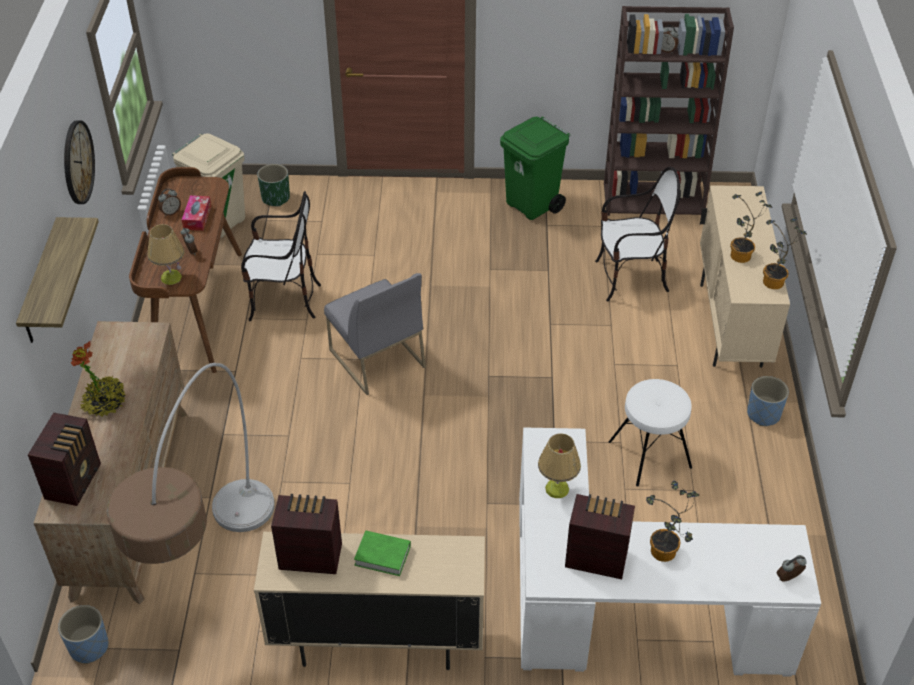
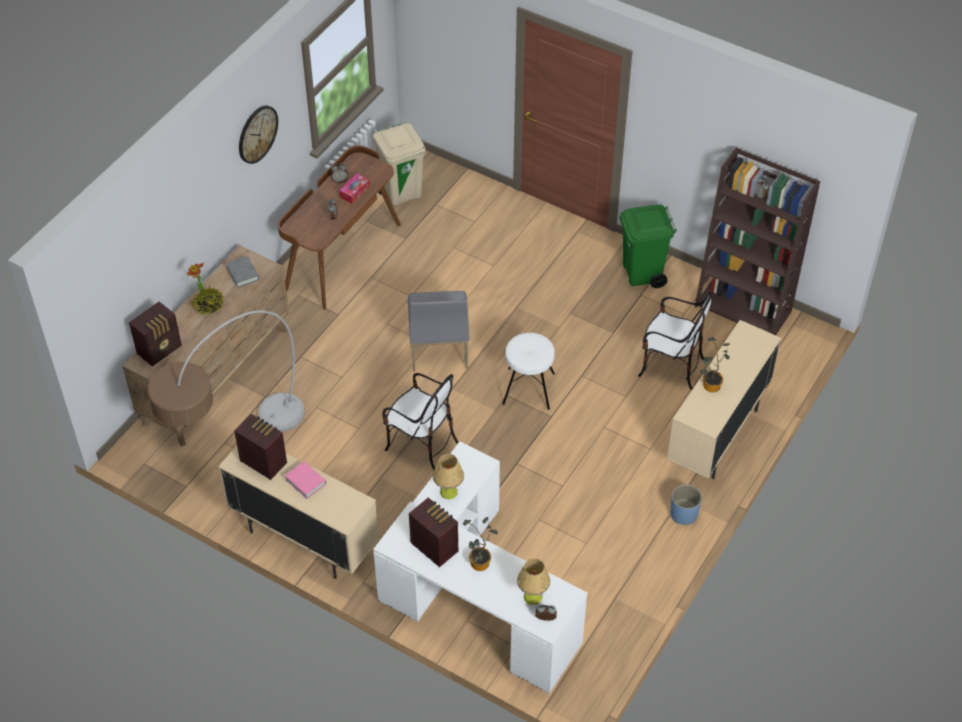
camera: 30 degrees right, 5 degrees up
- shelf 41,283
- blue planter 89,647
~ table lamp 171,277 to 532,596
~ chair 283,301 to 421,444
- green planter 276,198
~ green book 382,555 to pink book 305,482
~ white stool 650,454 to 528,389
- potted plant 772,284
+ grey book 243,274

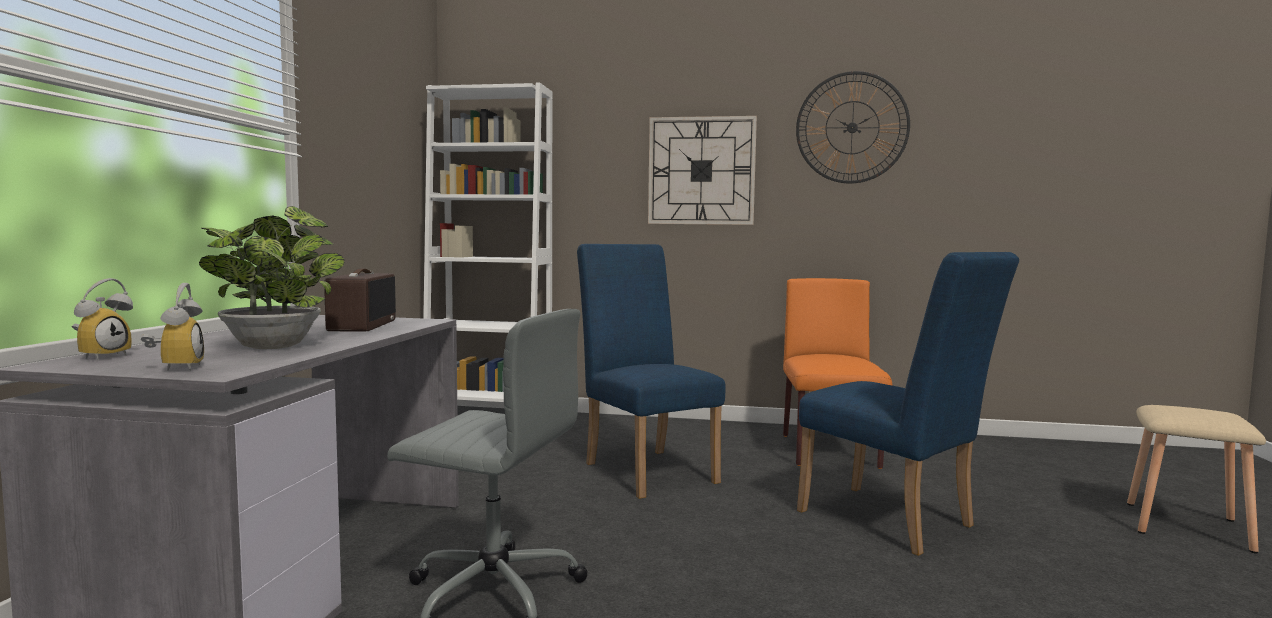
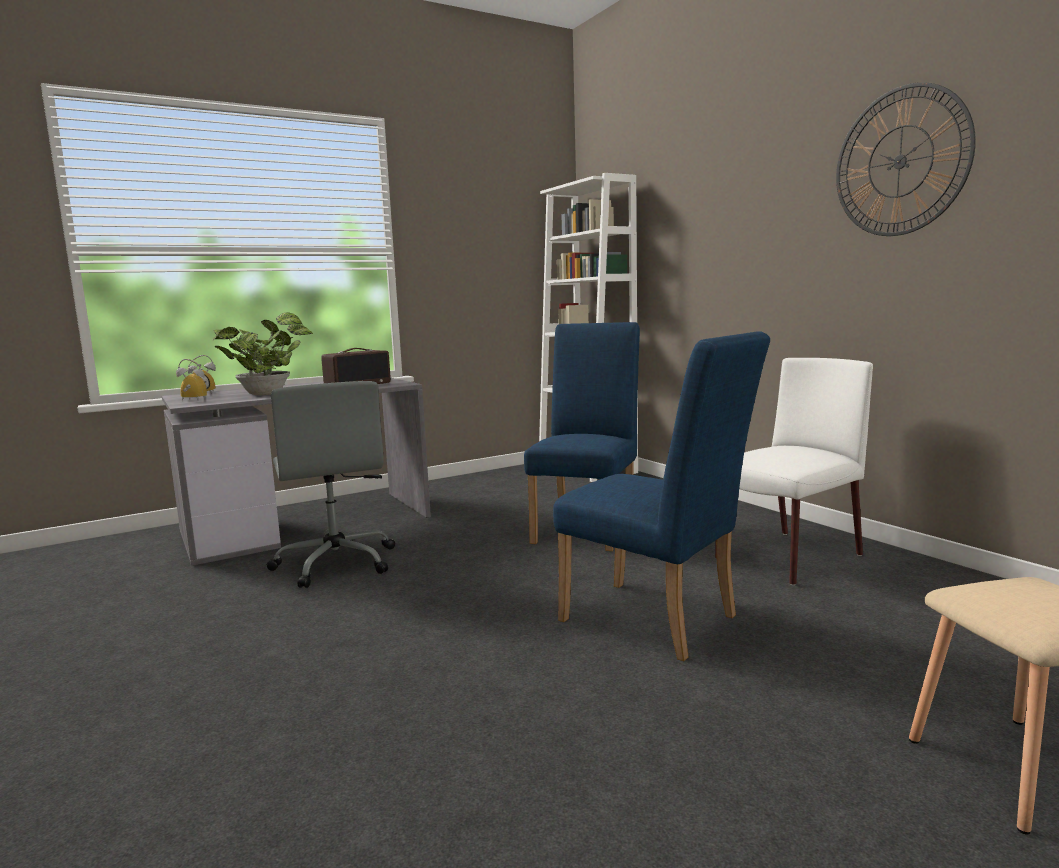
camera: 50 degrees right, 5 degrees up
~ alarm clock 175,367 = 191,400 120 degrees counterclockwise
- wall clock 701,171
~ orange chair 830,452 to white chair 787,557
~ blue chair 895,522 = 659,622 60 degrees counterclockwise

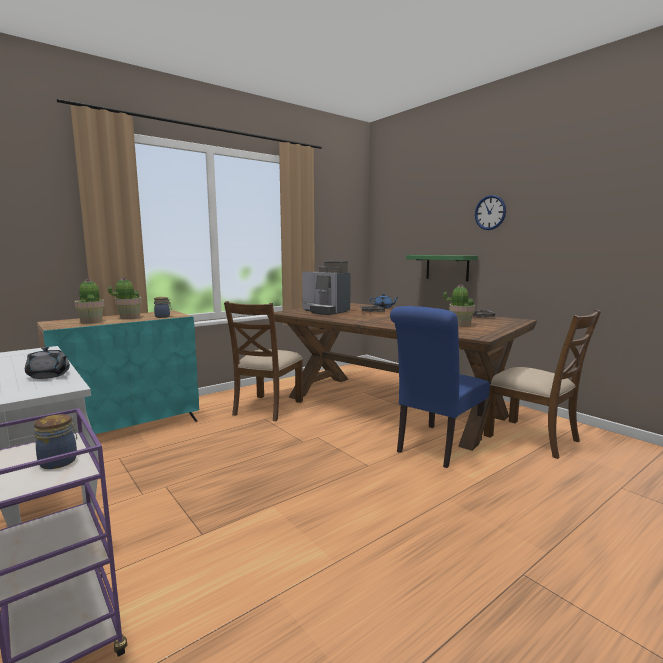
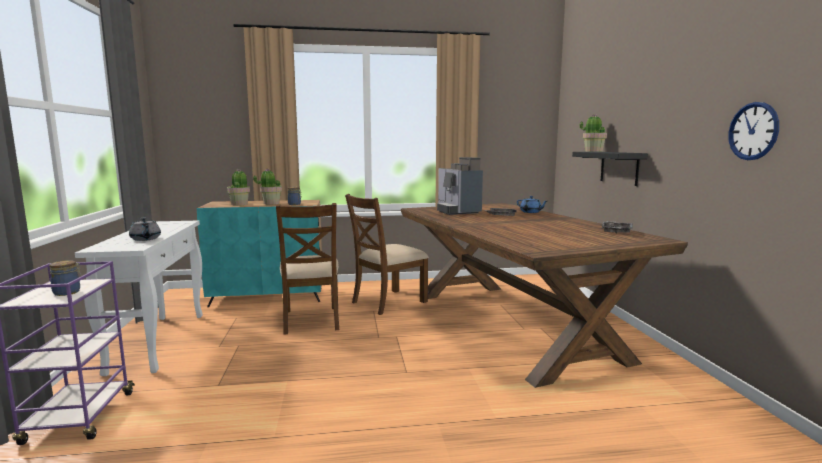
camera: 30 degrees right, 0 degrees up
- blue chair 436,447
~ green shelf 447,267 to black shelf 619,167
~ potted plant 460,324 to 593,151
~ wall clock 490,212 to 753,131
~ brown chair 532,438 to 311,320

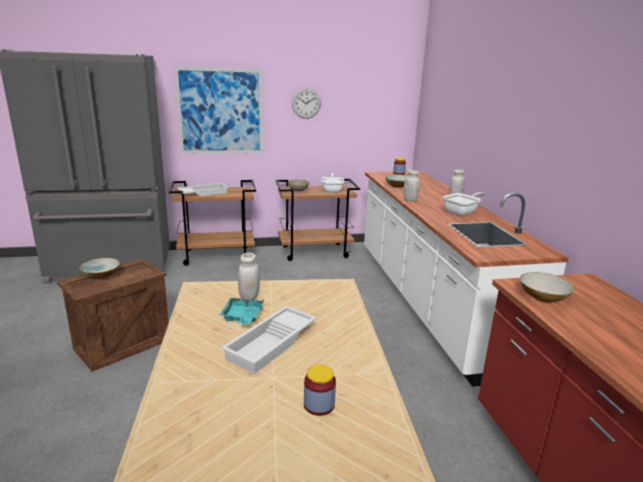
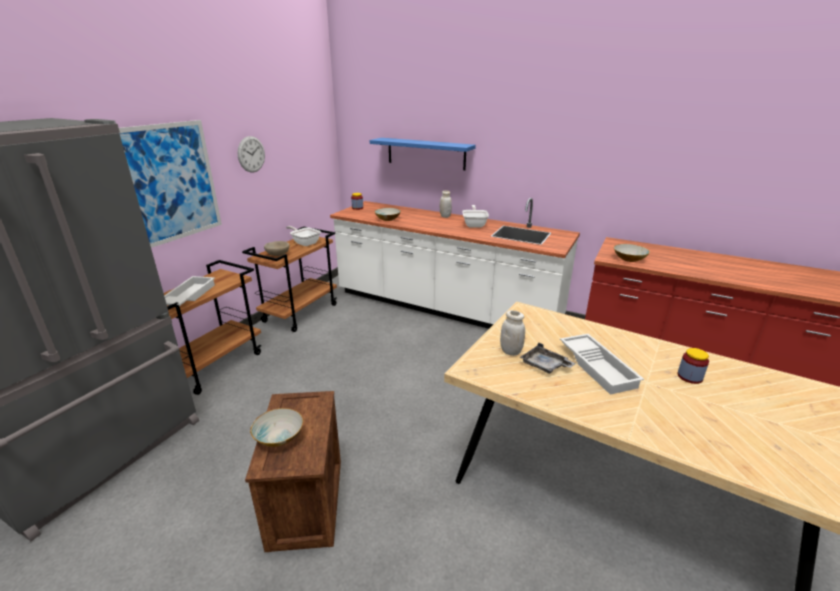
camera: 50 degrees left, 5 degrees up
~ turquoise tray 242,317 to grey tray 545,365
- white jar 410,200
+ blue shelf 426,153

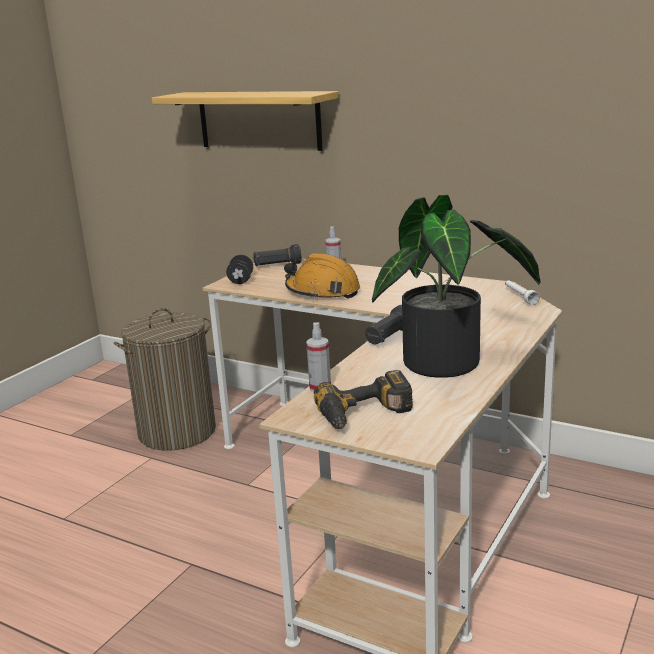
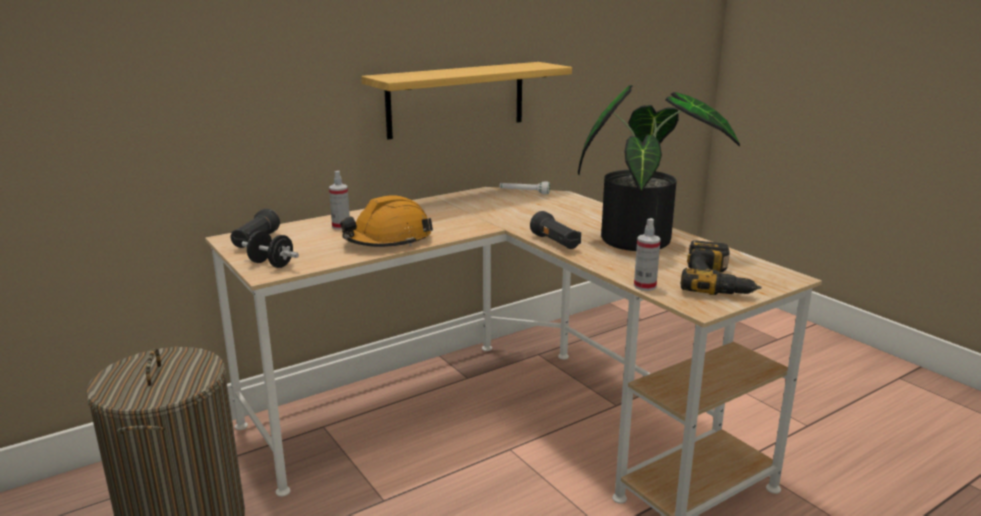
camera: 65 degrees left, 0 degrees up
~ shelf 259,120 to 456,99

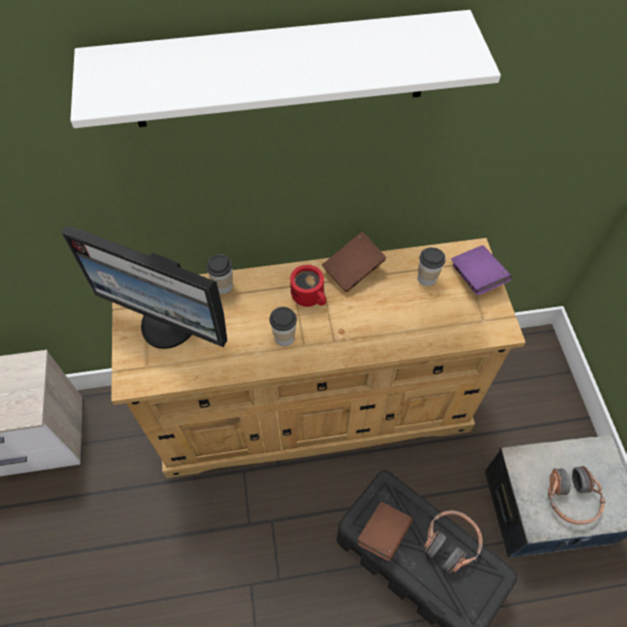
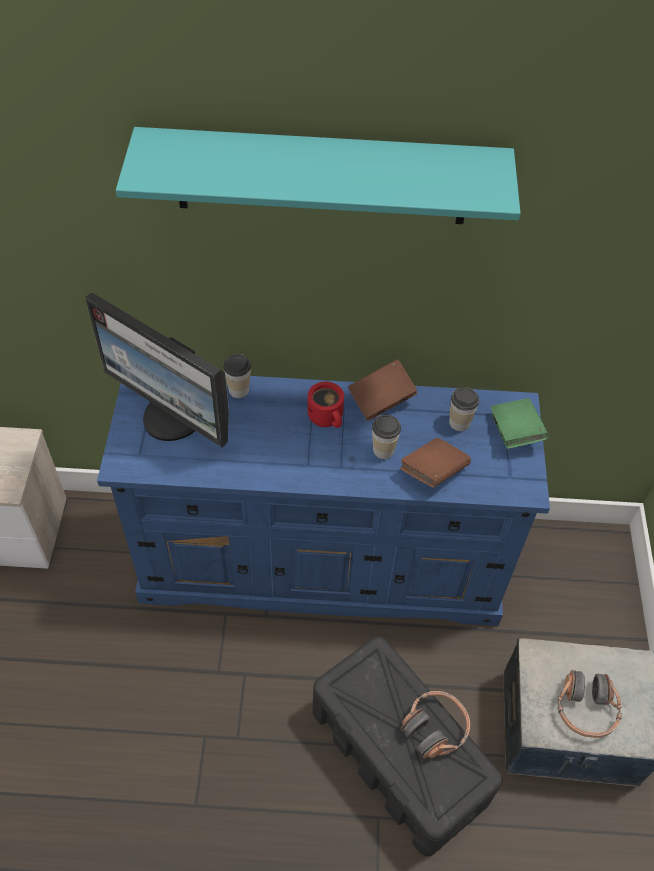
camera: 10 degrees right, 5 degrees down
~ white shelf 279,71 to turquoise shelf 322,177
~ beige dresser 315,407 to blue dresser 323,562
~ cup 284,337 to 383,450
~ brown book 383,534 to 433,472
~ purple book 477,278 to green book 515,432

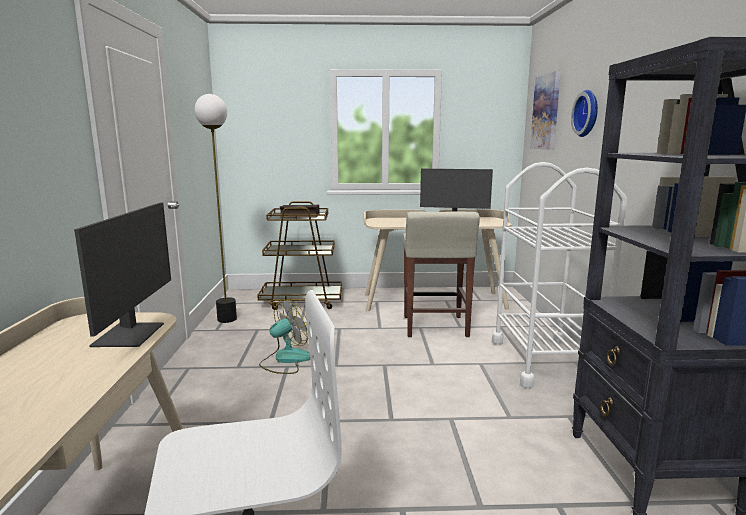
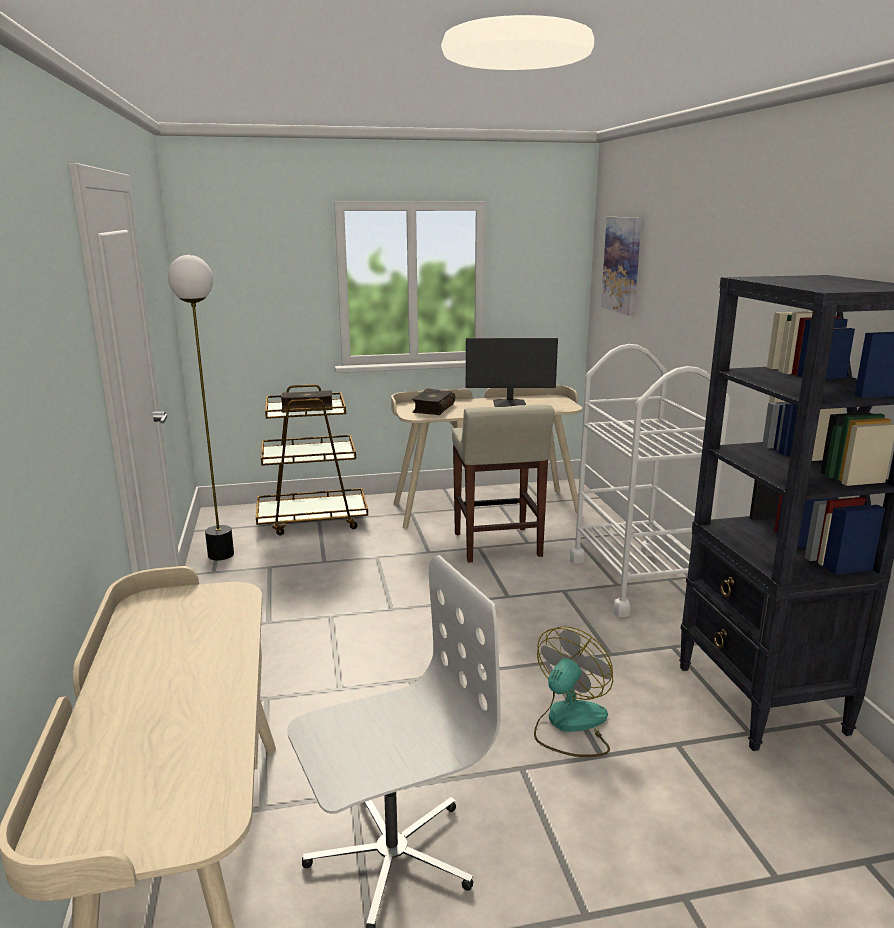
camera: 10 degrees left, 5 degrees up
- monitor 131,334
~ fan 285,360 to 569,725
- wall clock 588,113
+ book 432,408

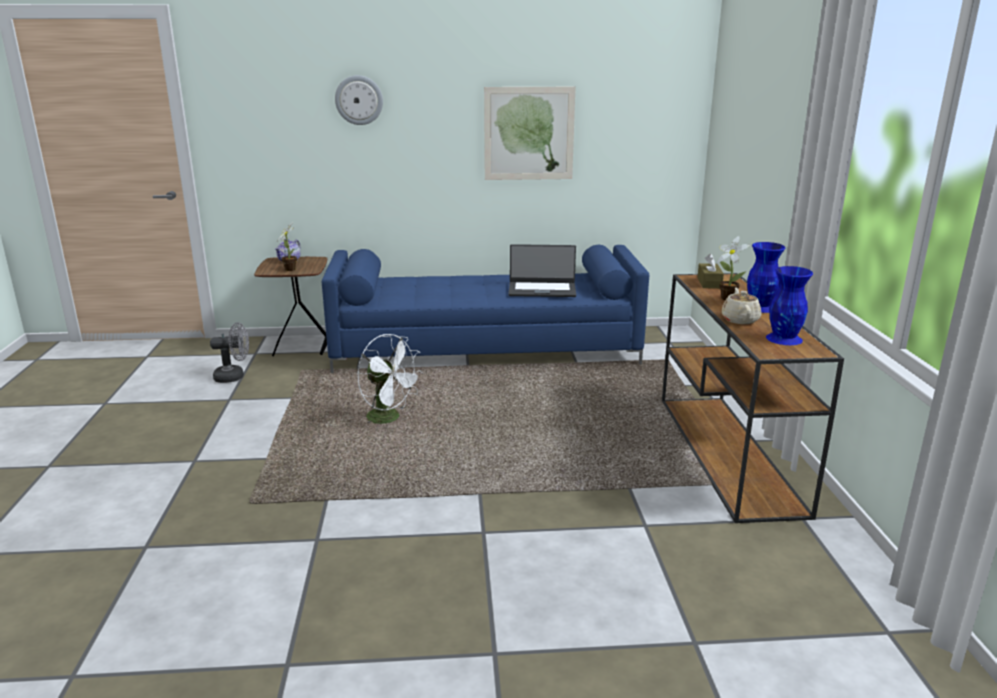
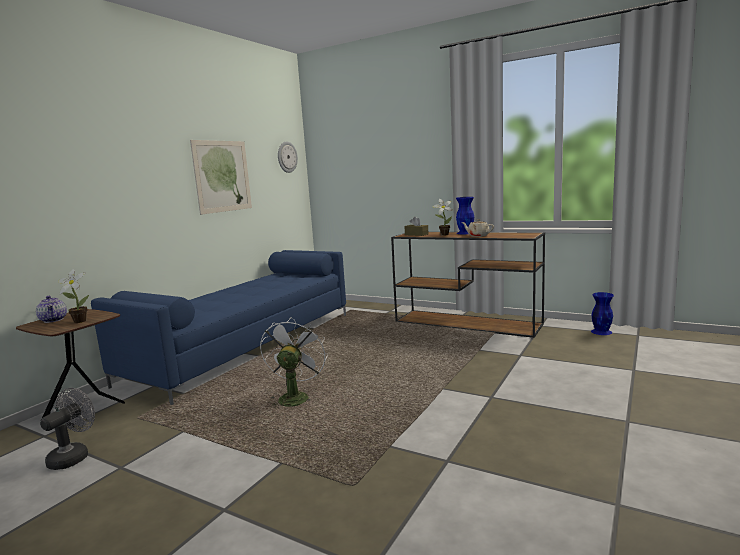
camera: 55 degrees left, 10 degrees down
~ wall clock 359,100 to 287,157
~ white fan 389,419 = 294,397 60 degrees counterclockwise
- laptop 542,290
~ blue vase 784,338 to 601,331

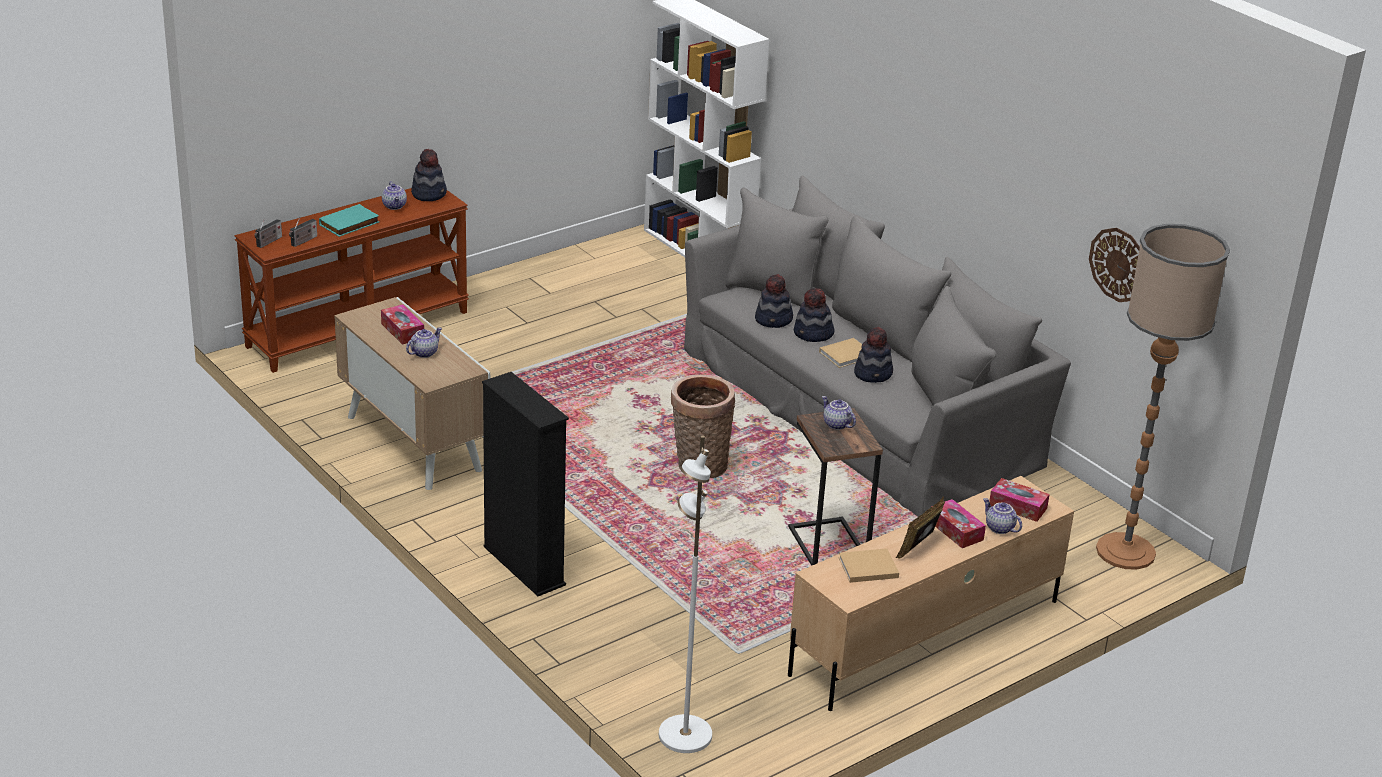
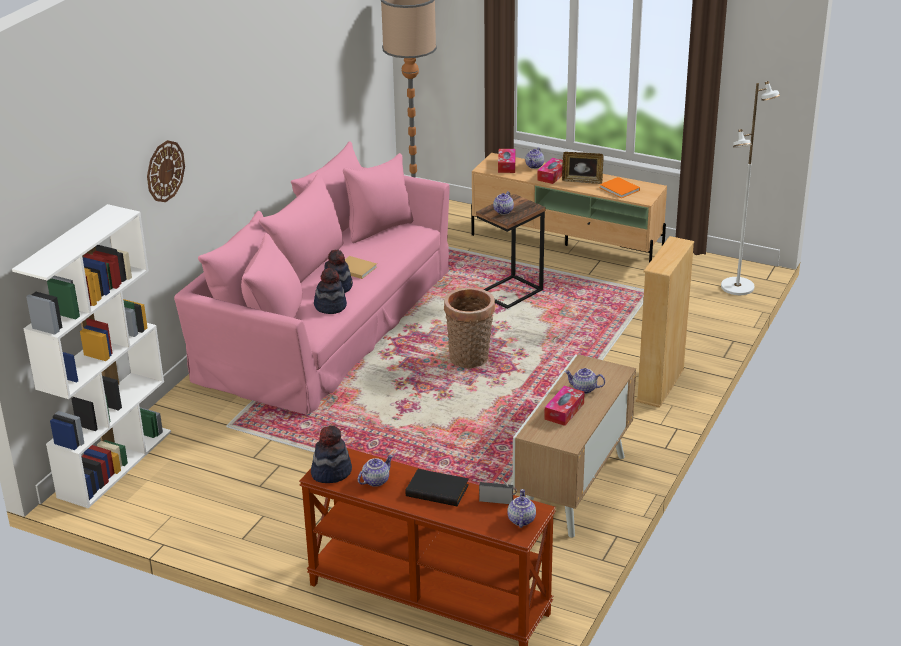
camera: 115 degrees left, 0 degrees up
~ radio 268,242 to teapot 520,520
~ turquoise book 349,224 to black book 438,490
~ black bookcase 523,566 to beige bookcase 660,385
~ grey sofa 858,406 to pink sofa 327,323
~ beige book 866,568 to orange book 620,189
- hat 873,374
~ wall clock 1119,264 to 165,171

